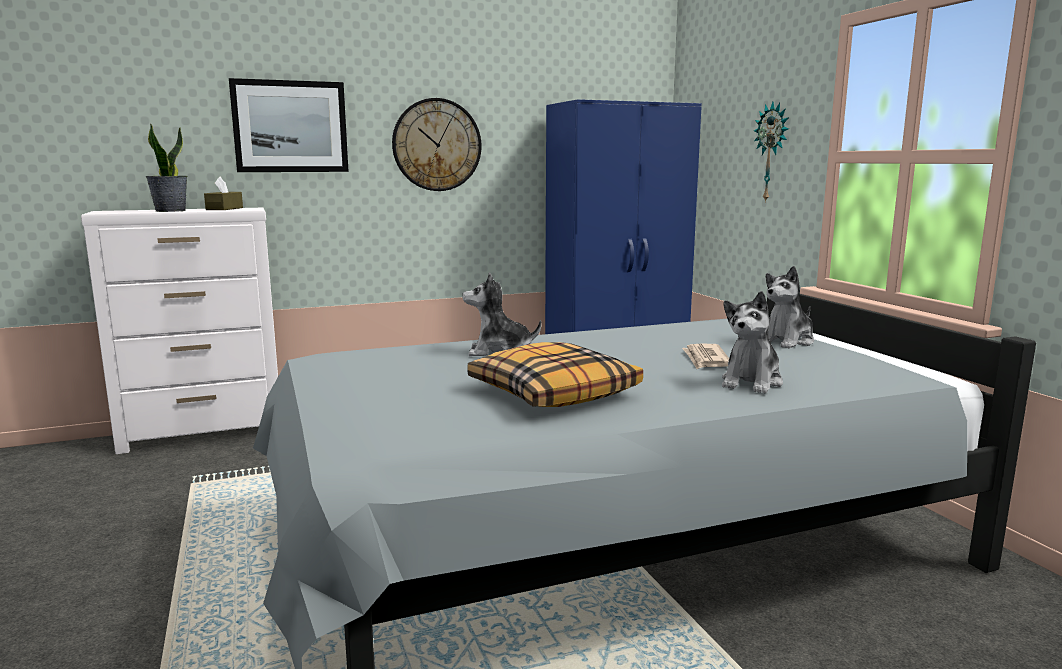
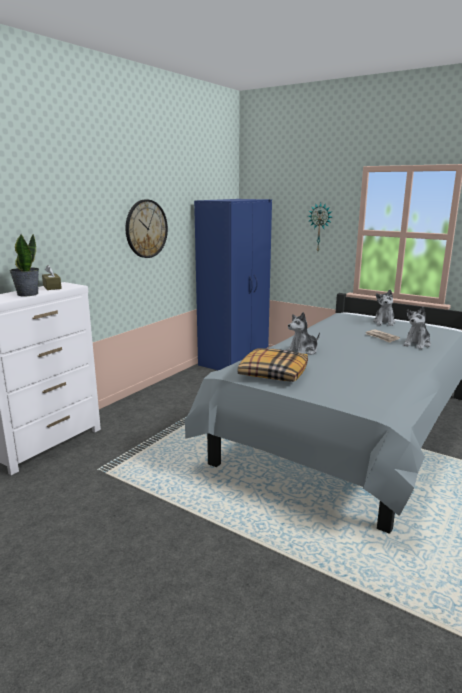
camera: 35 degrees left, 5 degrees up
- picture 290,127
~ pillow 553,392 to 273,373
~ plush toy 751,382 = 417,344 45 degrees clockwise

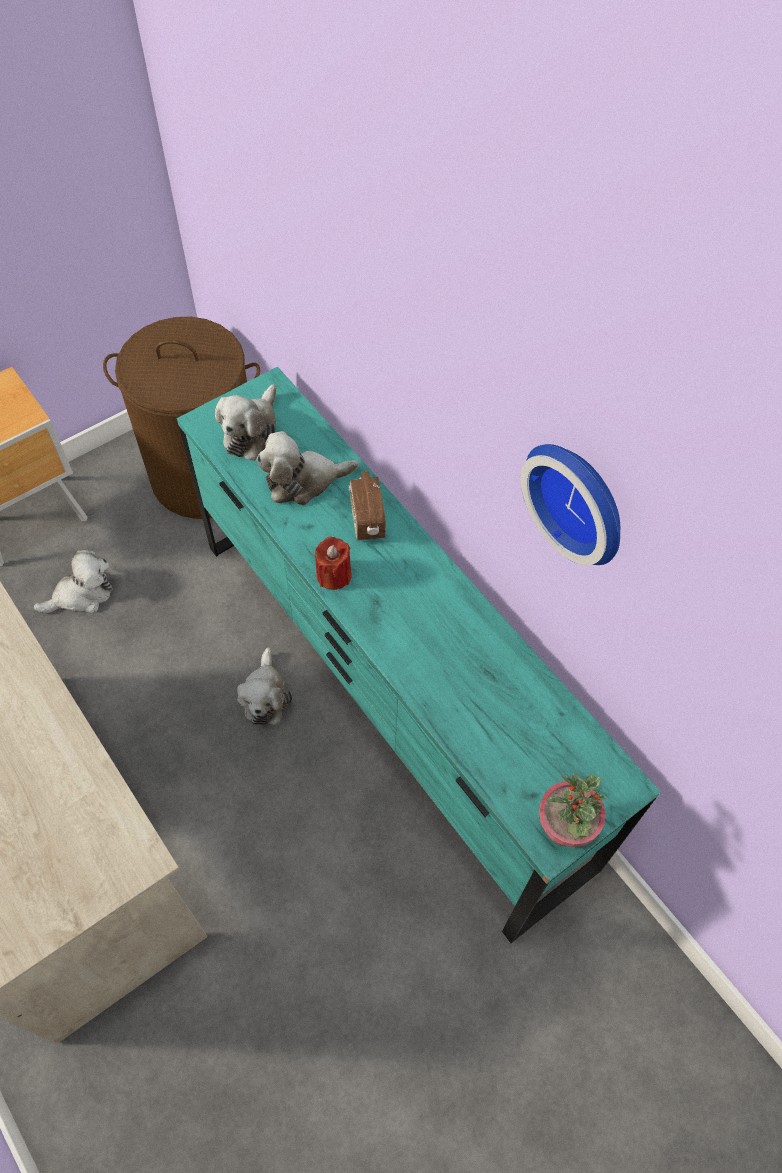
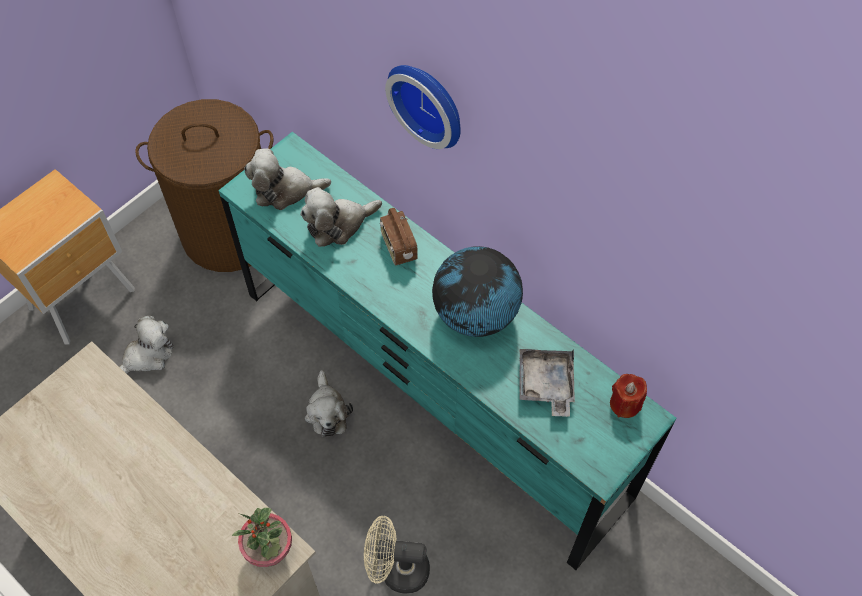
camera: 10 degrees left, 0 degrees up
~ plush toy 252,431 = 285,190 75 degrees clockwise
~ red candle 334,575 to 625,404
~ wall clock 580,499 to 429,102
~ potted plant 564,828 to 270,551
+ beige fan 397,569
+ globe 475,315
+ grey tray 546,384

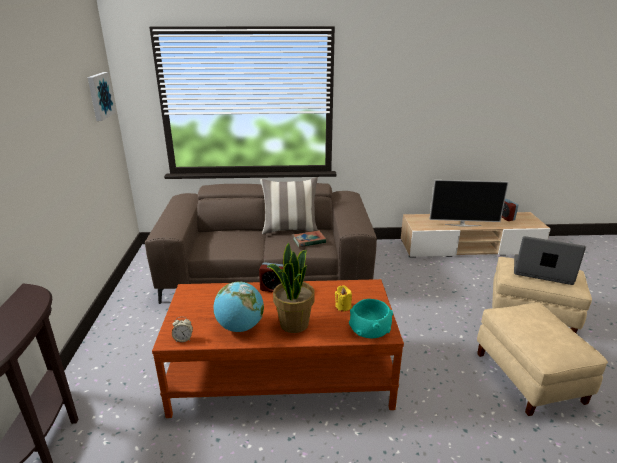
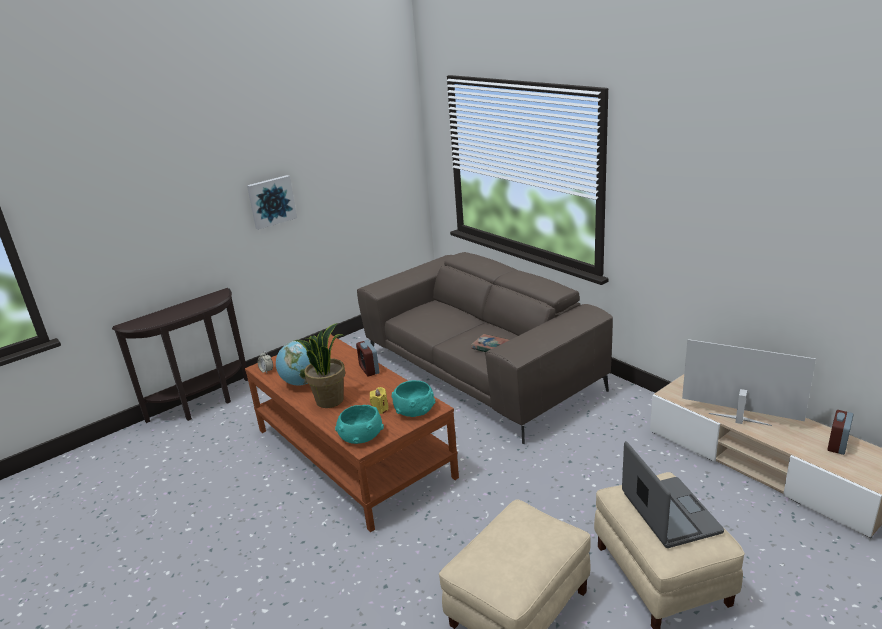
camera: 55 degrees right, 0 degrees up
~ picture 99,96 to 271,201
- pillow 290,229
~ television 463,225 = 739,420 150 degrees clockwise
+ turquoise bowl 414,409

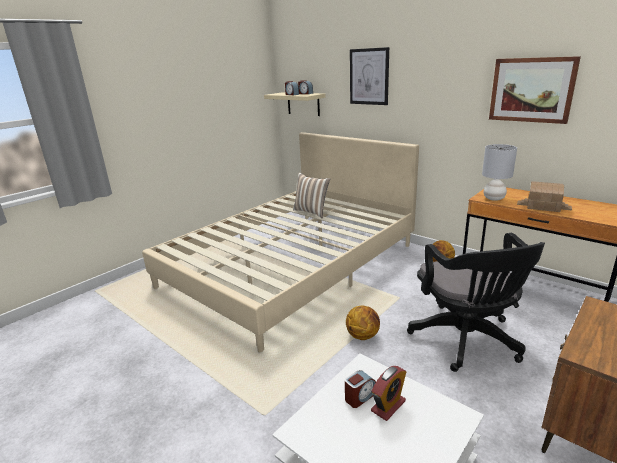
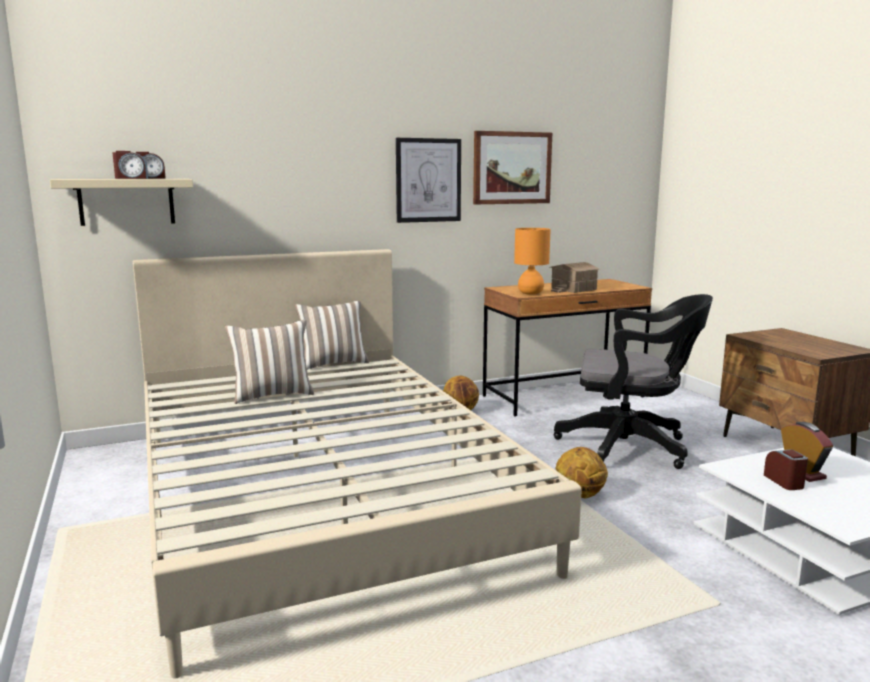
camera: 65 degrees left, 10 degrees down
~ picture 369,76 to 428,180
~ grey table lamp 494,198 to orange table lamp 530,293
+ pillow 333,363

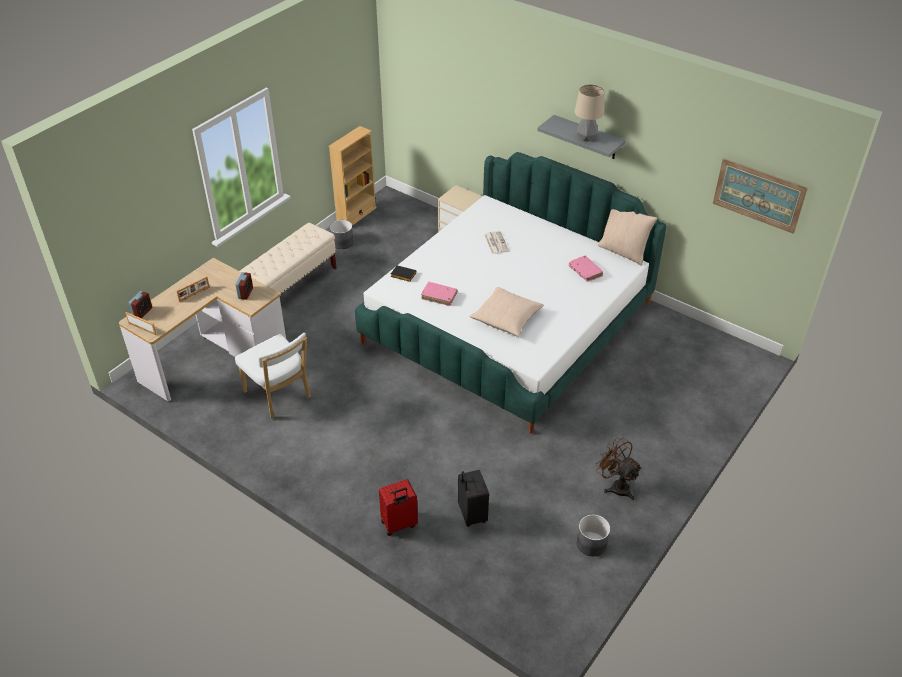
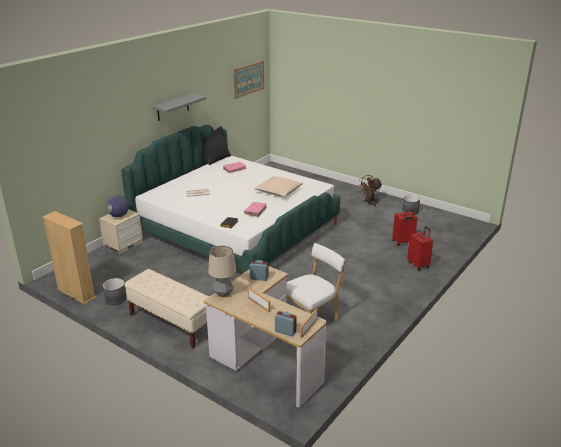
camera: 90 degrees left, 15 degrees down
~ black suitcase 471,515 to red suitcase 403,242
~ table lamp 586,138 to 223,294
~ beige pillow 623,251 to black pillow 216,159
+ globe 118,216

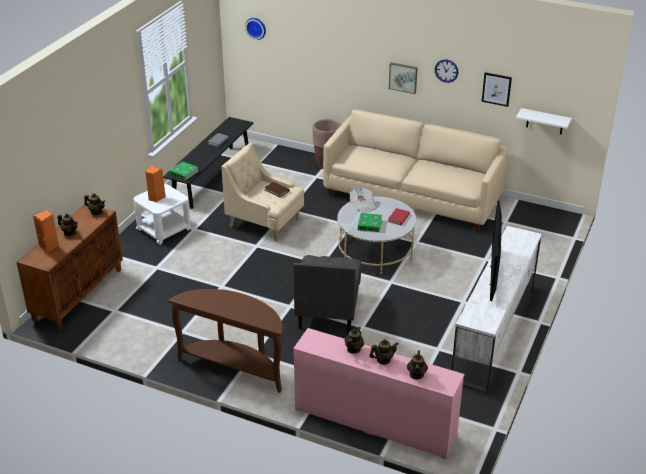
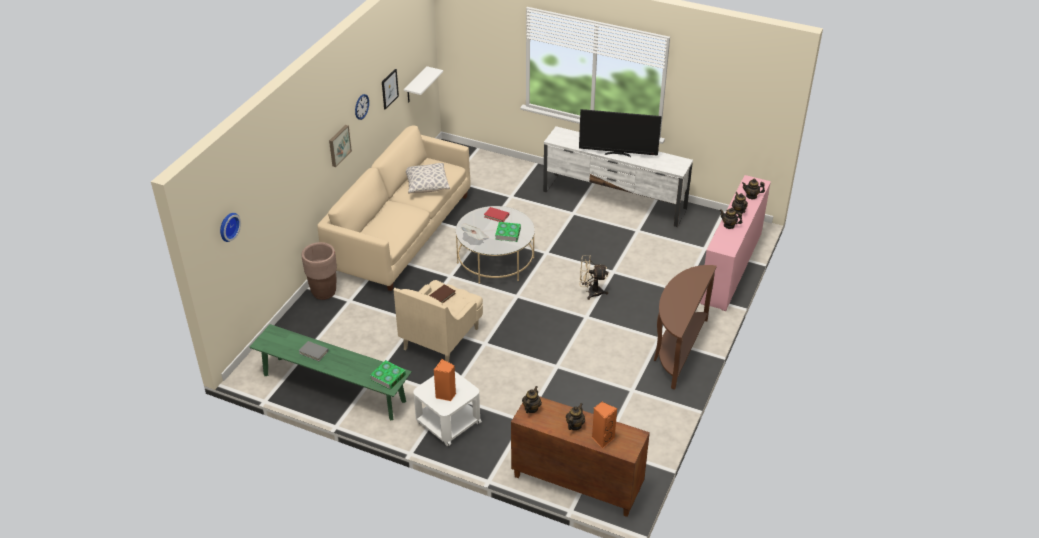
camera: 90 degrees left, 5 degrees up
~ black bench 212,176 to green bench 334,388
~ grey armchair 328,310 to beige fan 590,292
+ pillow 426,185

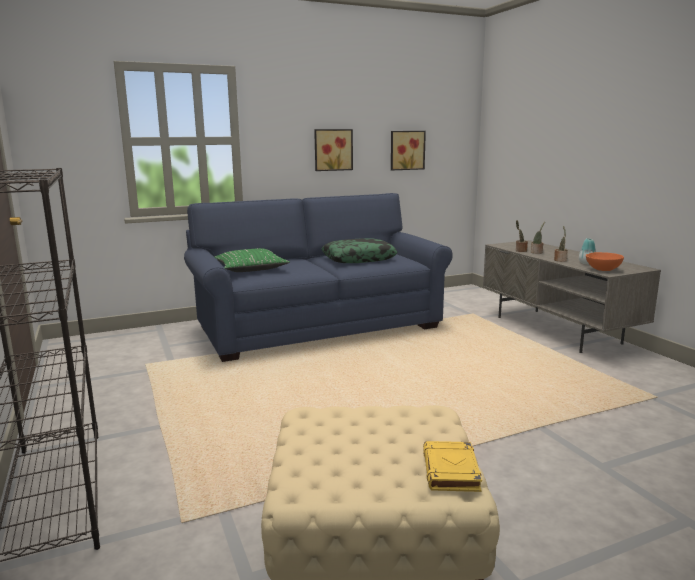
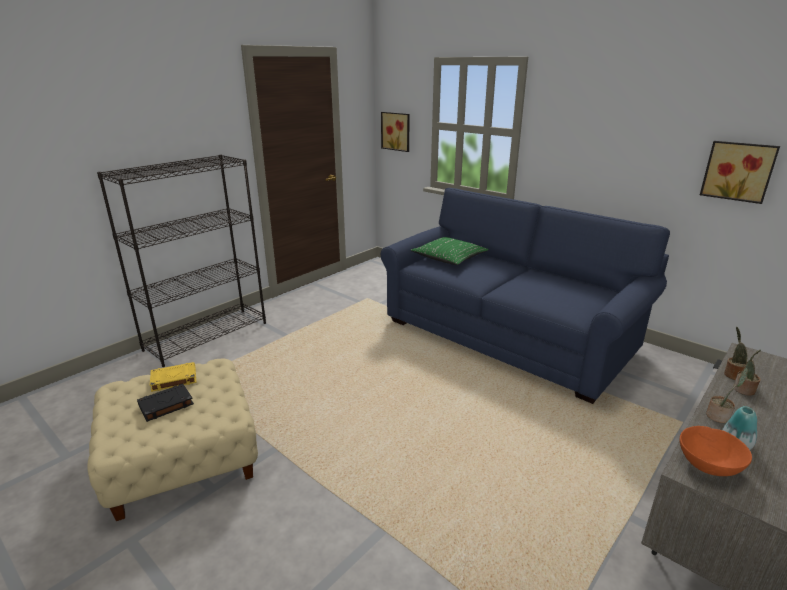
camera: 65 degrees right, 10 degrees up
~ picture 332,150 to 396,131
- pillow 358,259
~ yellow book 451,471 to 173,379
+ black book 165,405

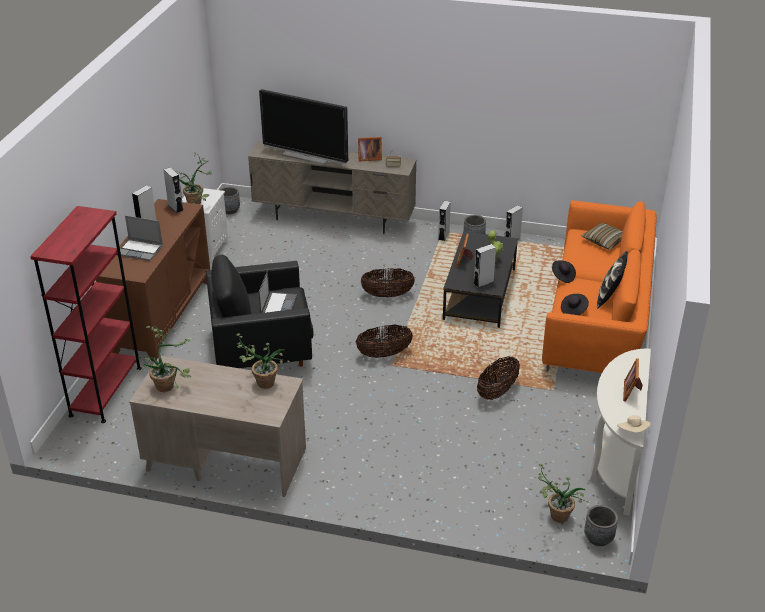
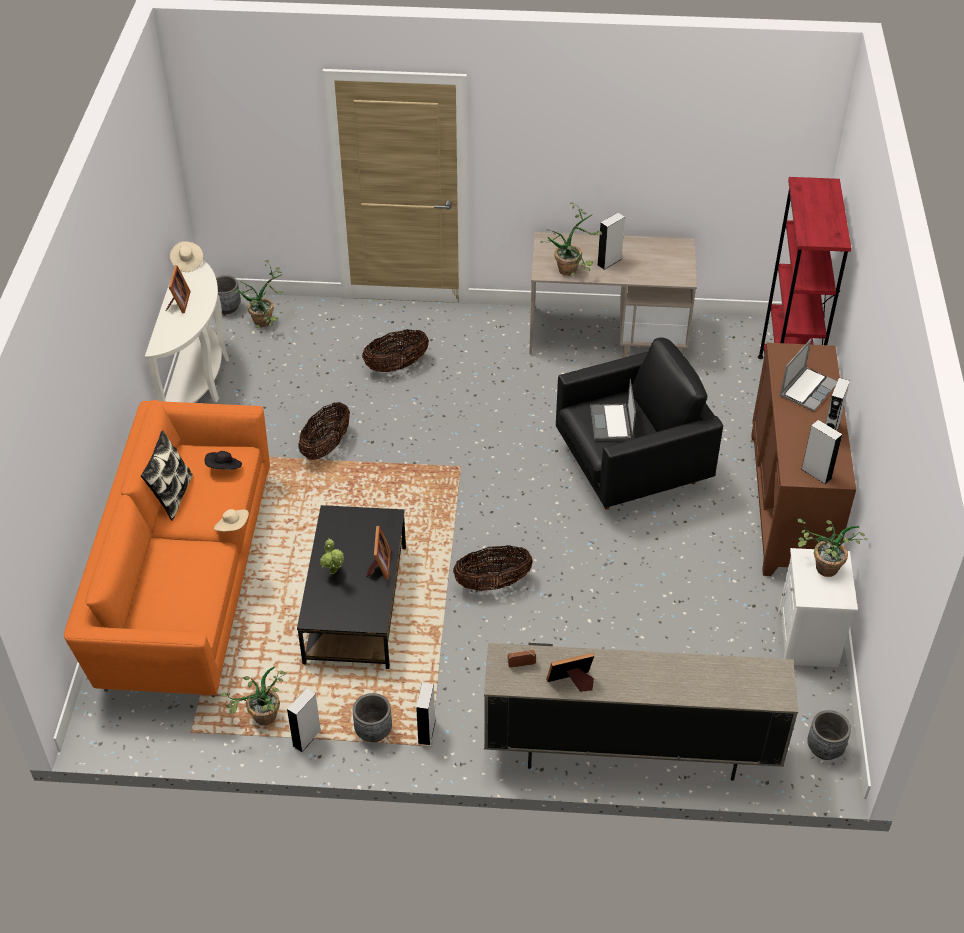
camera: 170 degrees right, 10 degrees up
~ laptop 140,250 = 808,389 120 degrees clockwise
~ potted plant 169,384 to 261,721
- television 306,156
~ basket 384,354 to 396,366
~ grey speaker 483,282 to 609,262
~ black hat 562,276 to beige hat 233,527
- pillow 604,241

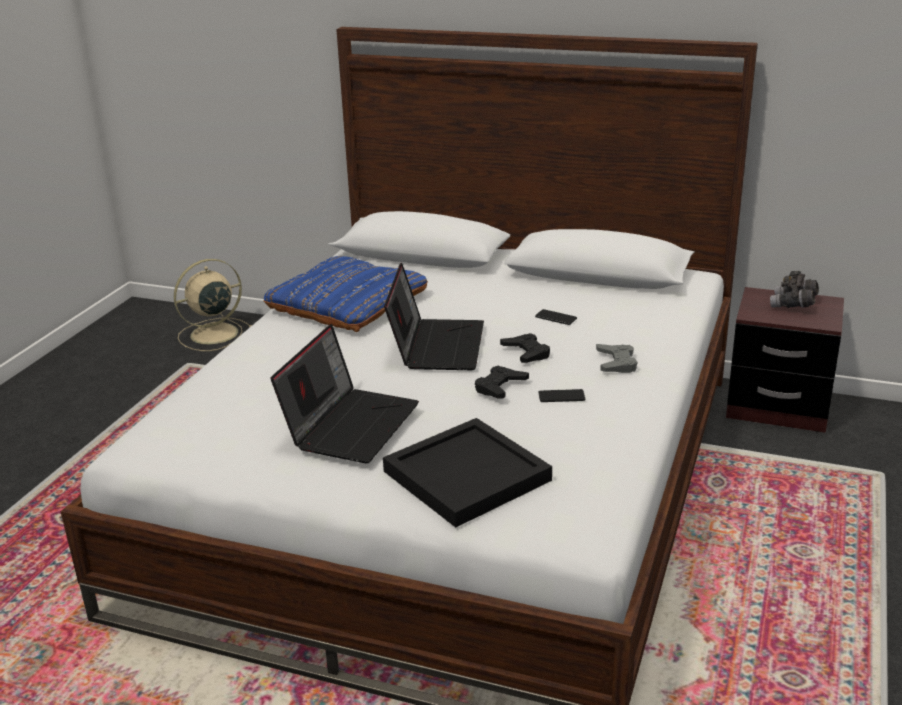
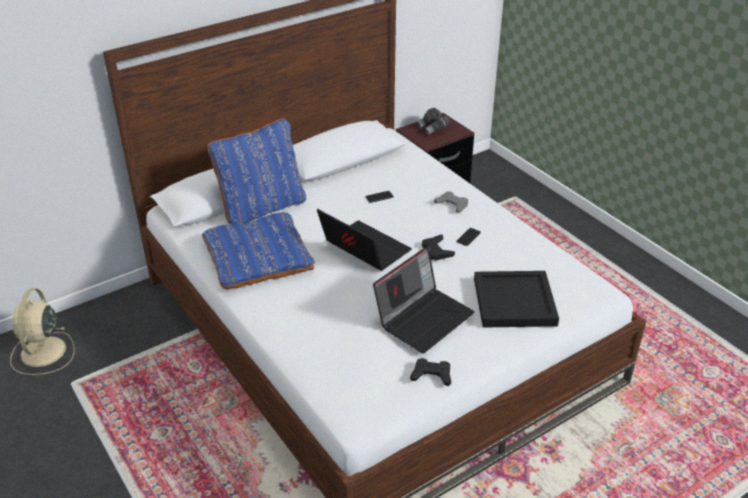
camera: 55 degrees left, 10 degrees up
~ laptop 350,424 = 424,317 75 degrees clockwise
~ black game controller 526,353 to 431,375
+ blue pillow 262,208

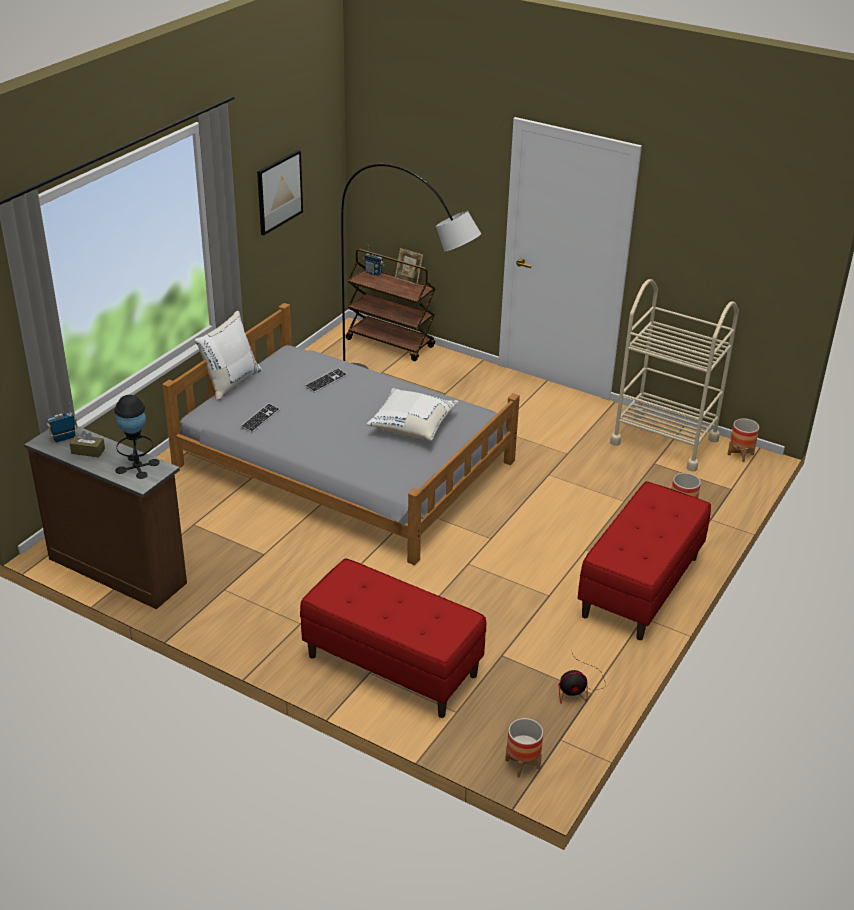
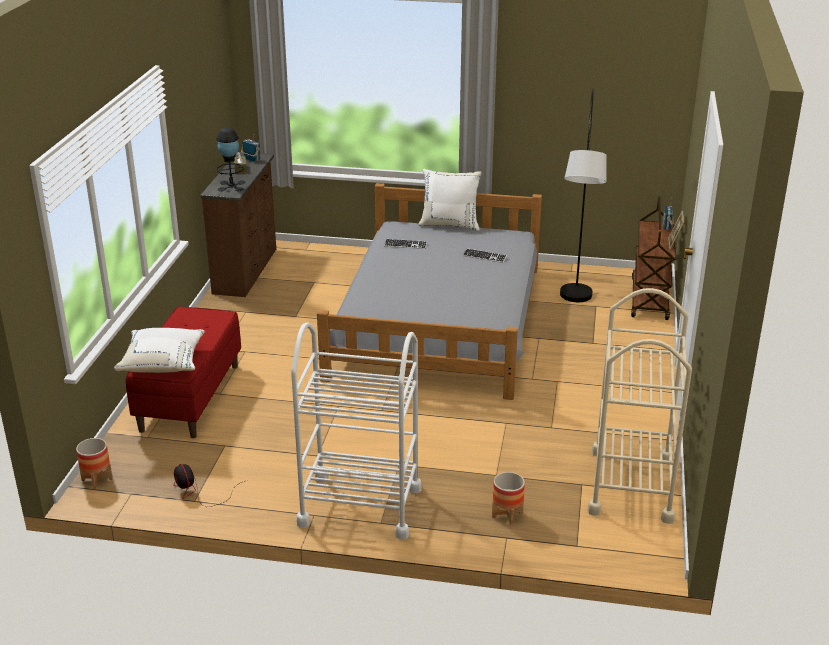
camera: 70 degrees right, 5 degrees down
- picture 279,192
~ white pillow 412,426 to 163,363
~ red bench 641,587 to white cart 360,506
- planter 740,454

